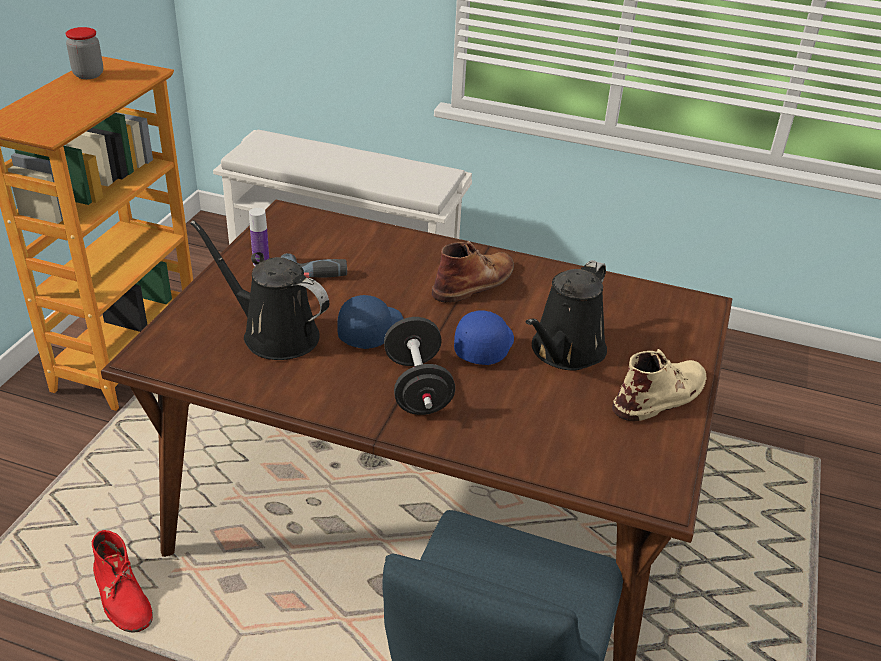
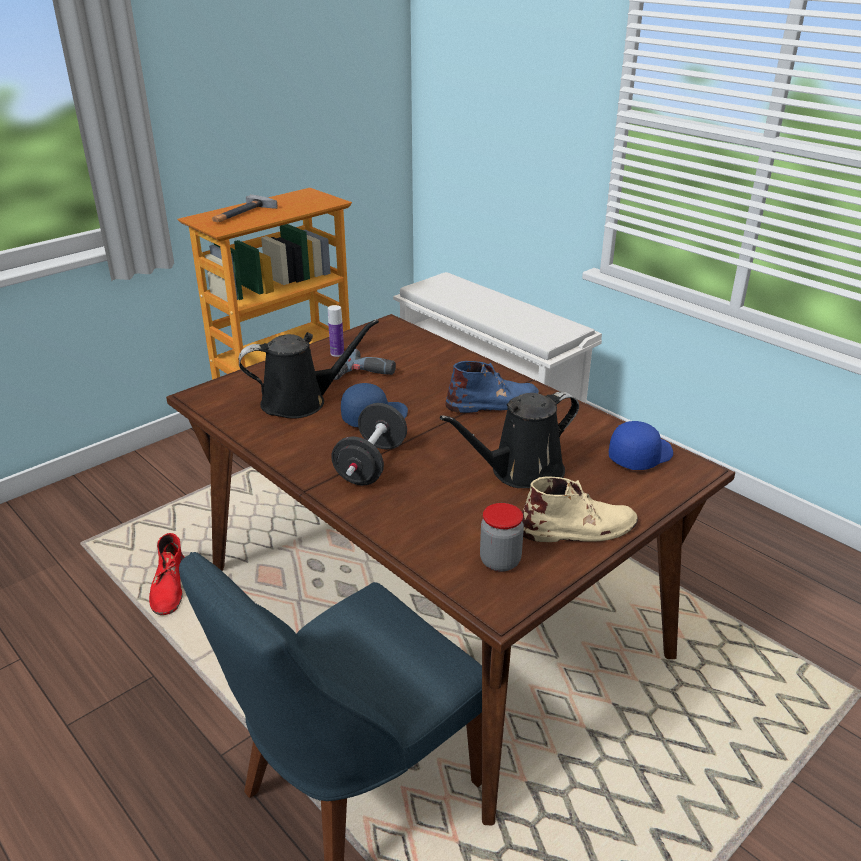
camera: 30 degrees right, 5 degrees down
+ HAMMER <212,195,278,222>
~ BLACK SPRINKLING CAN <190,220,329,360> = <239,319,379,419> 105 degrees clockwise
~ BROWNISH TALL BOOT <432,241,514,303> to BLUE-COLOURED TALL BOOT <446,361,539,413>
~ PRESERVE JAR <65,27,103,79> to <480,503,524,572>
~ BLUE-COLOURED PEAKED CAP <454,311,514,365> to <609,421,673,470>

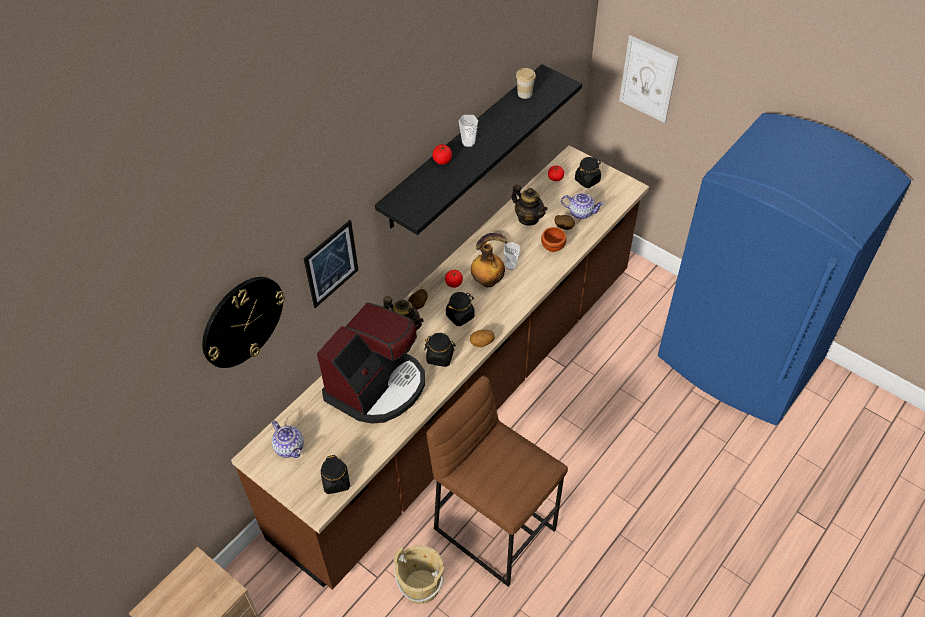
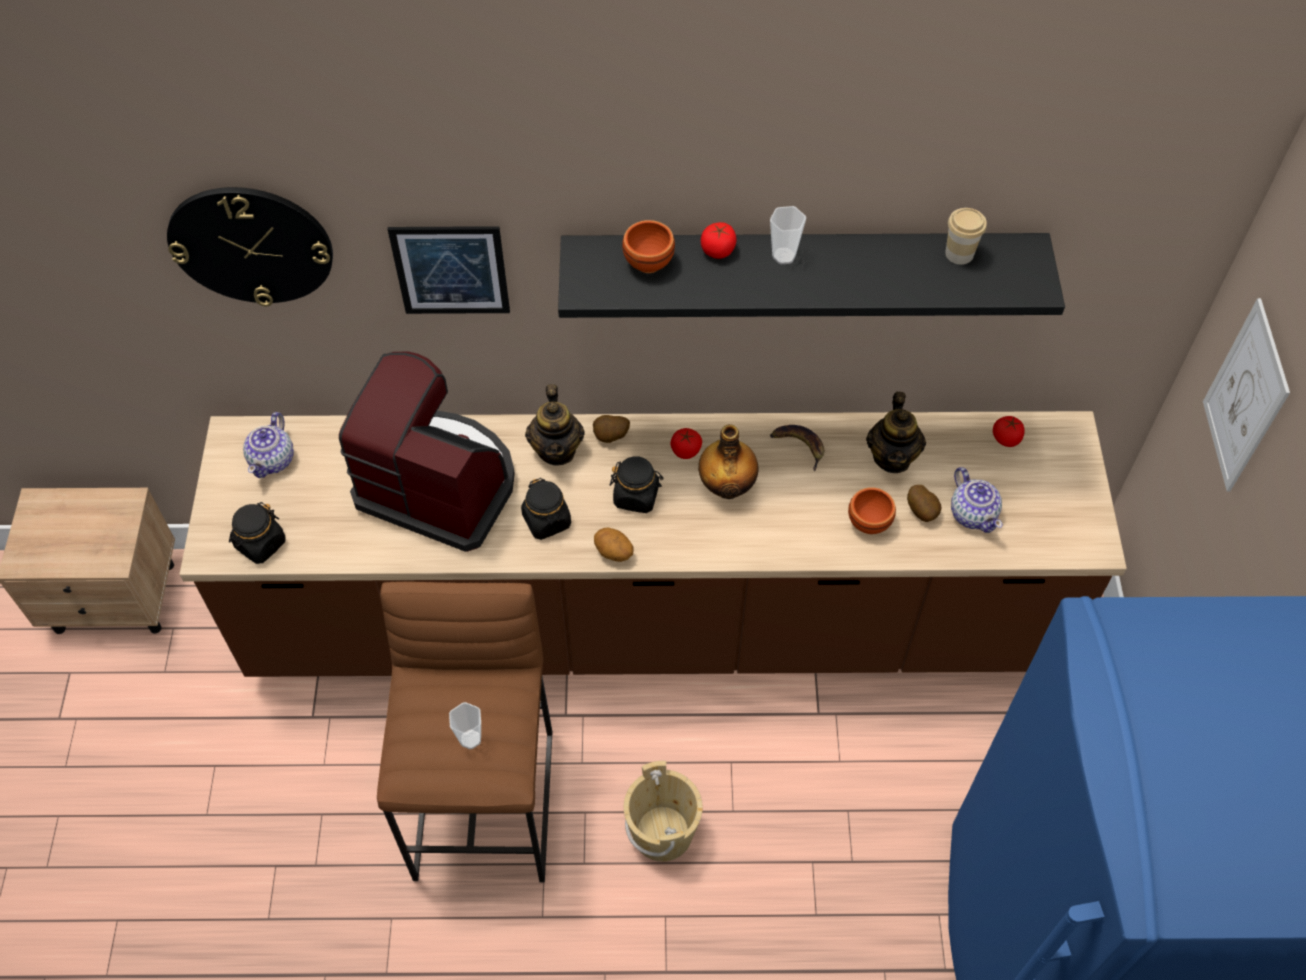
camera: 50 degrees right, 5 degrees up
~ COFFEE BREWER <317,303,425,424> = <339,352,515,552> 150 degrees counterclockwise
~ DRINKING CUP <504,242,520,270> to <449,702,481,749>
+ BROWNISH DEEP DISH <622,220,675,273>
~ BEIGE-COLOURED BUCKET <394,545,444,604> to <624,761,703,862>
- BLACK PRESERVE JAR <575,157,601,188>

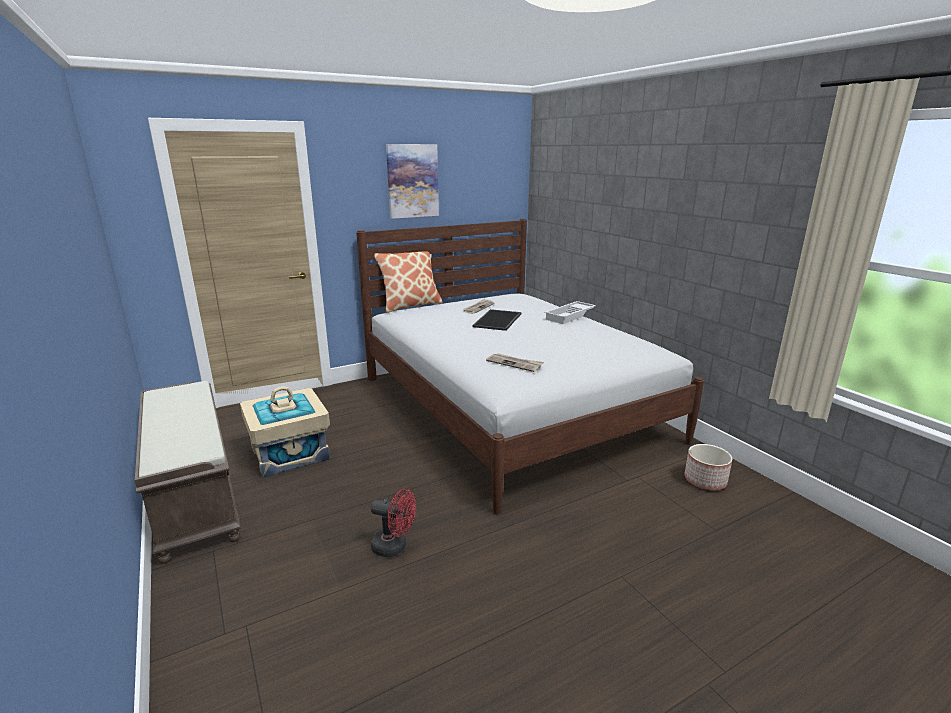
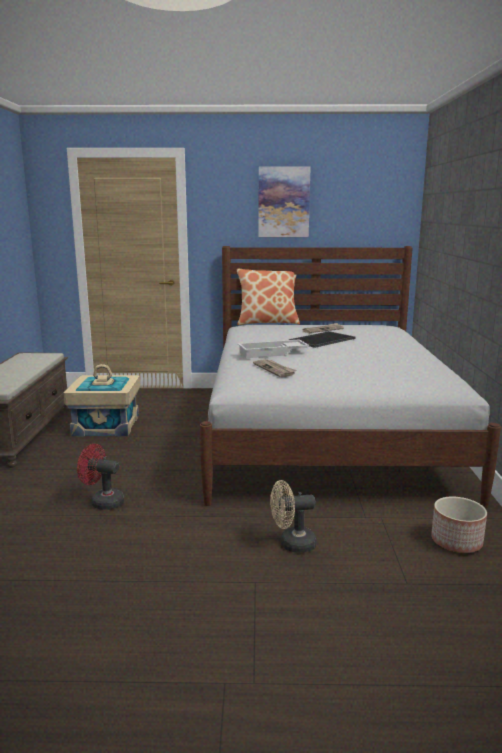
camera: 30 degrees right, 5 degrees down
~ REDDISH ELECTRIC FAN <371,489,416,557> = <77,444,124,510> 150 degrees clockwise
~ WHITISH SERVING TRAY <544,301,596,324> to <238,339,309,358>
+ BEIGE-COLOURED ELECTRIC FAN <270,480,317,553>

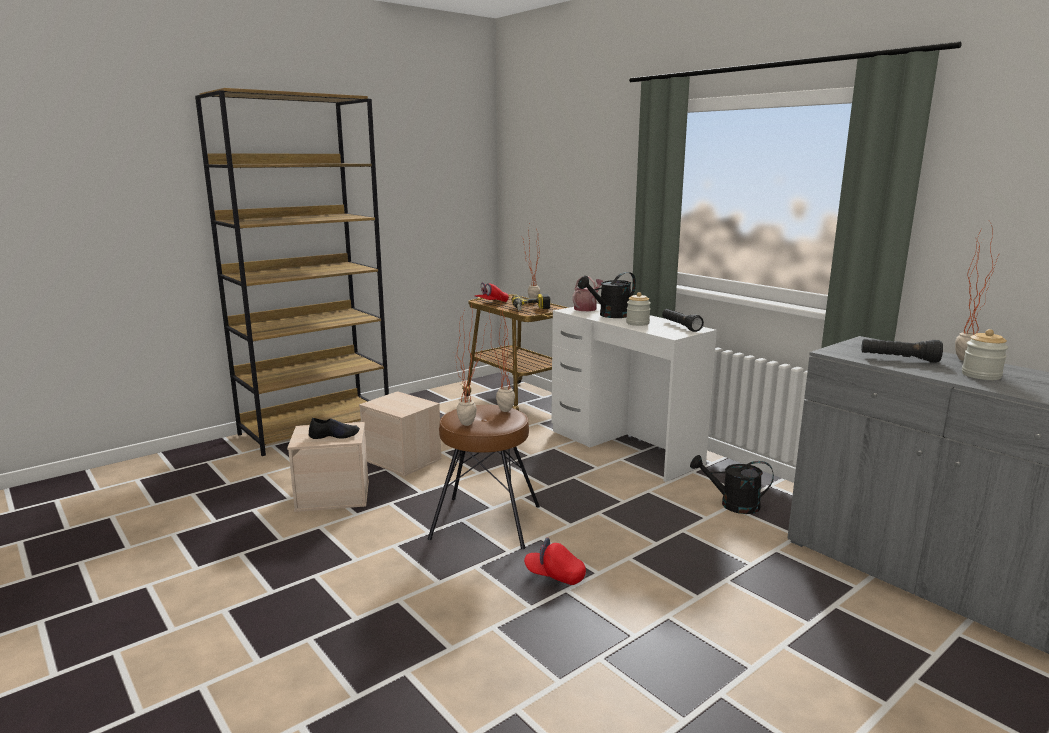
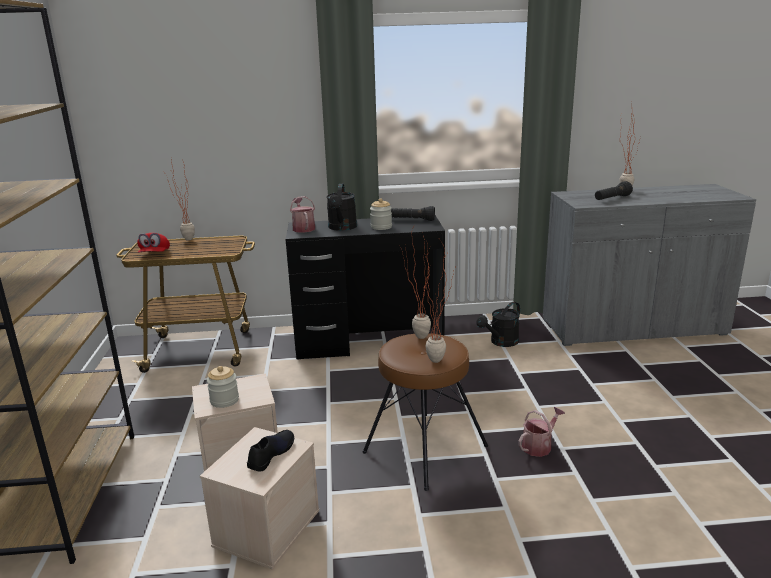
camera: 55 degrees left, 5 degrees up
~ PRESERVE JAR <962,329,1008,380> to <207,366,239,408>
~ WHITISH DESK TABLE <551,304,717,482> to BLACK DESK TABLE <285,215,445,360>
~ REDDISH PEAKED CAP <524,537,586,585> to SPRINKLING CAN <518,407,565,457>
- POWER DRILL <511,294,550,311>

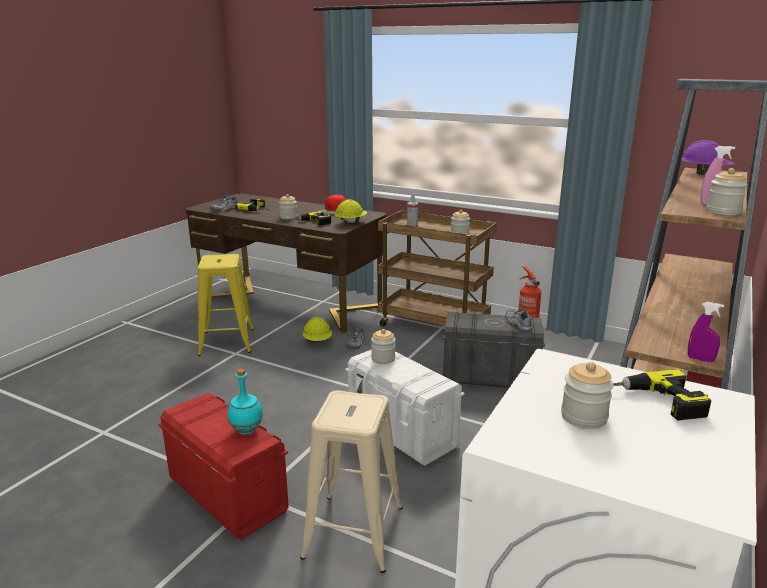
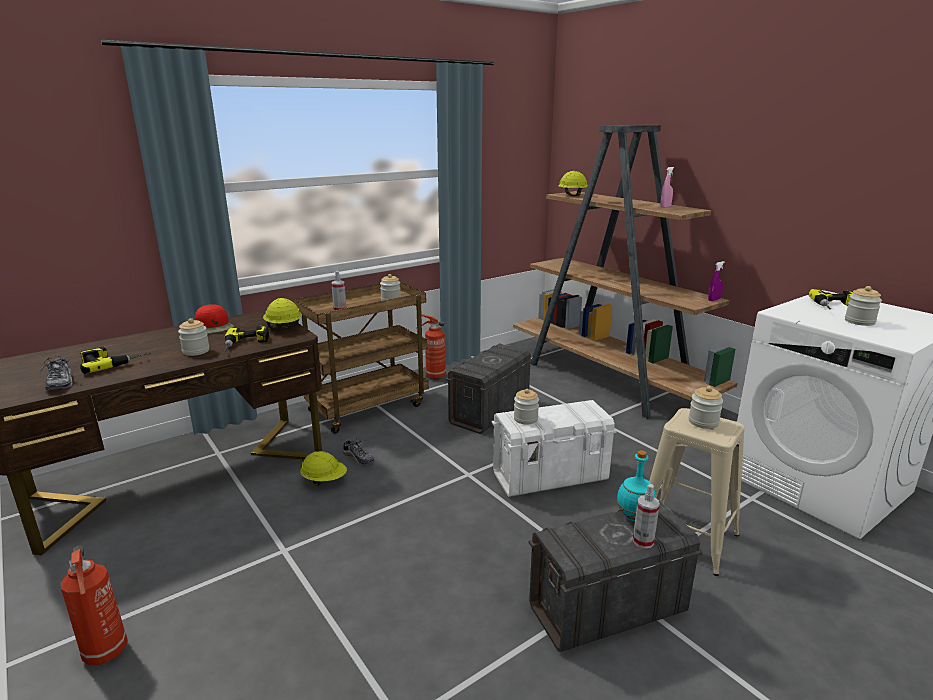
camera: 65 degrees left, 0 degrees up
+ FIRE EXTINGUISHER <61,546,128,665>
~ REDDISH STORAGE CONTAINER <158,393,288,540> to GRAY STORAGE CONTAINER <528,501,703,652>
~ PURPLE-COLOURED SAFETY HELMET <681,140,735,175> to YELLOWISH SAFETY HELMET <558,171,588,196>
+ SPRAY BOTTLE <633,484,660,549>
~ PRESERVE JAR <706,168,748,215> to <689,386,723,429>
- YELLOWISH STOOL SEAT <197,254,254,356>
- LOW SHOE <505,305,532,331>

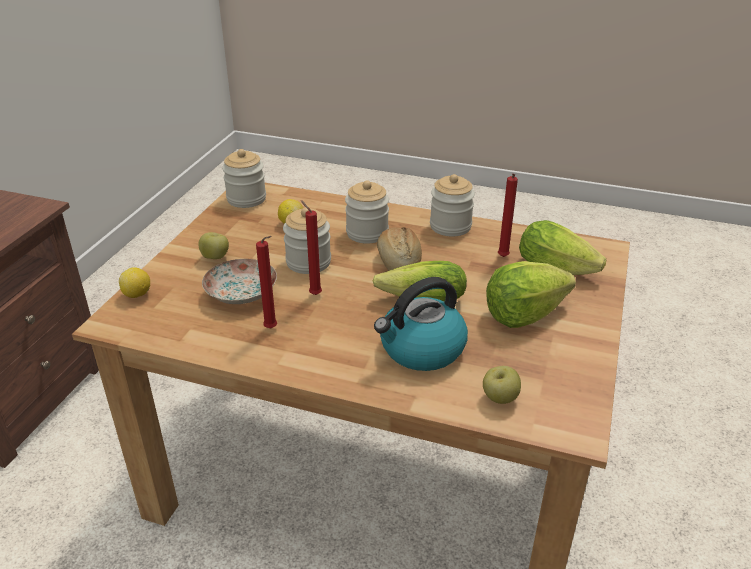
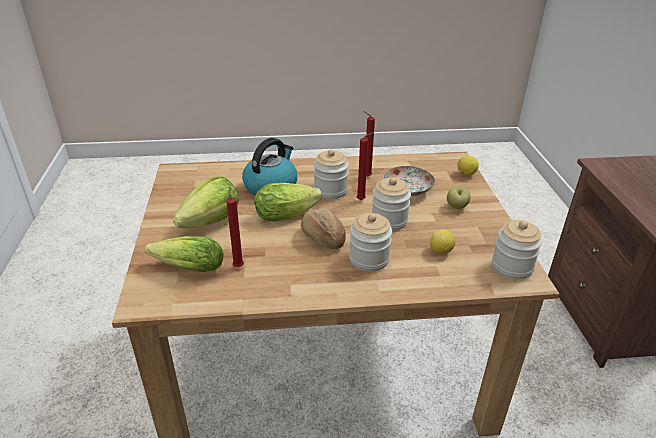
camera: 155 degrees right, 0 degrees up
~ PRESERVE JAR <430,174,475,236> to <314,149,349,199>
- APPLE <483,366,521,404>

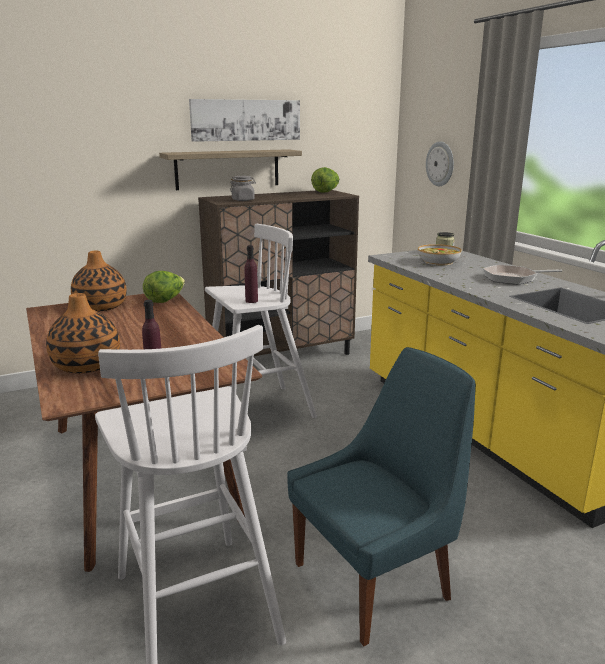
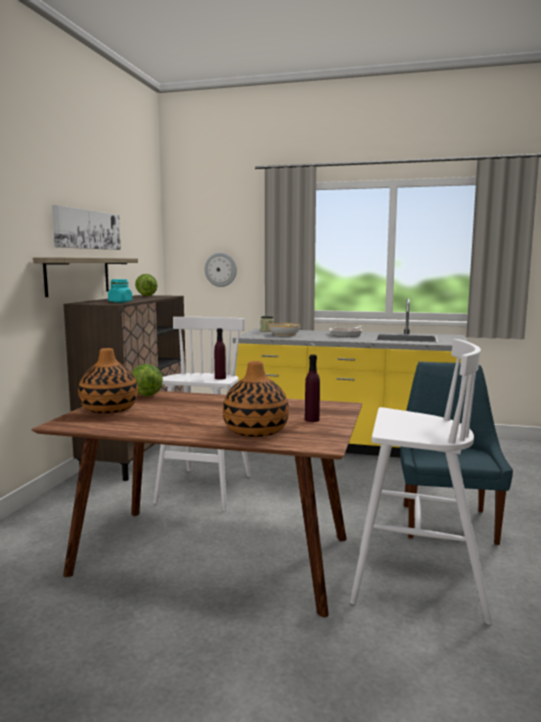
camera: 50 degrees left, 10 degrees down
~ GRAY PRESERVE JAR <230,176,256,201> to BLUE-GREEN PRESERVE JAR <108,279,132,303>

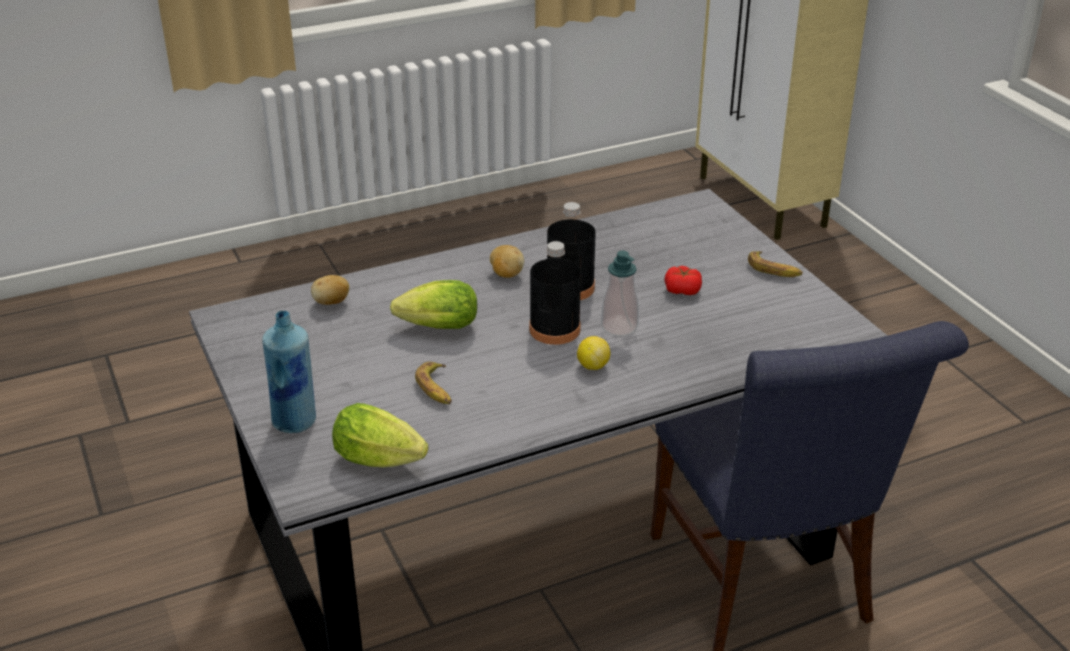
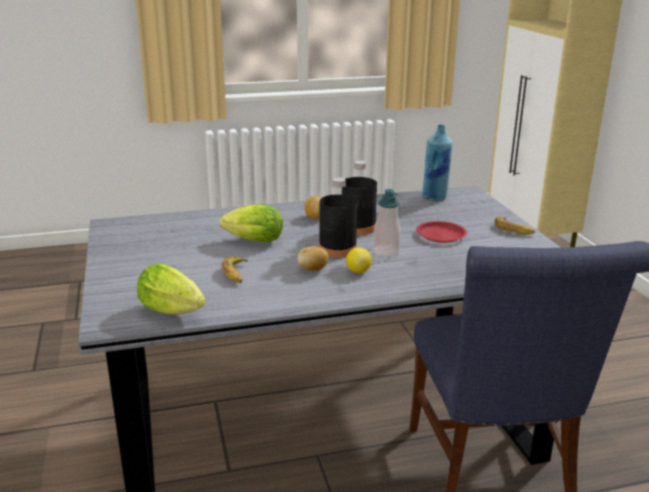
camera: 10 degrees right, 10 degrees down
~ SPUD <311,275,349,305> to <297,246,329,271>
~ TOMATO <664,266,702,295> to REDDISH PLATE <416,221,467,243>
~ BLUE-COLOURED DRINK BOTTLE <262,311,316,433> to <422,125,453,201>

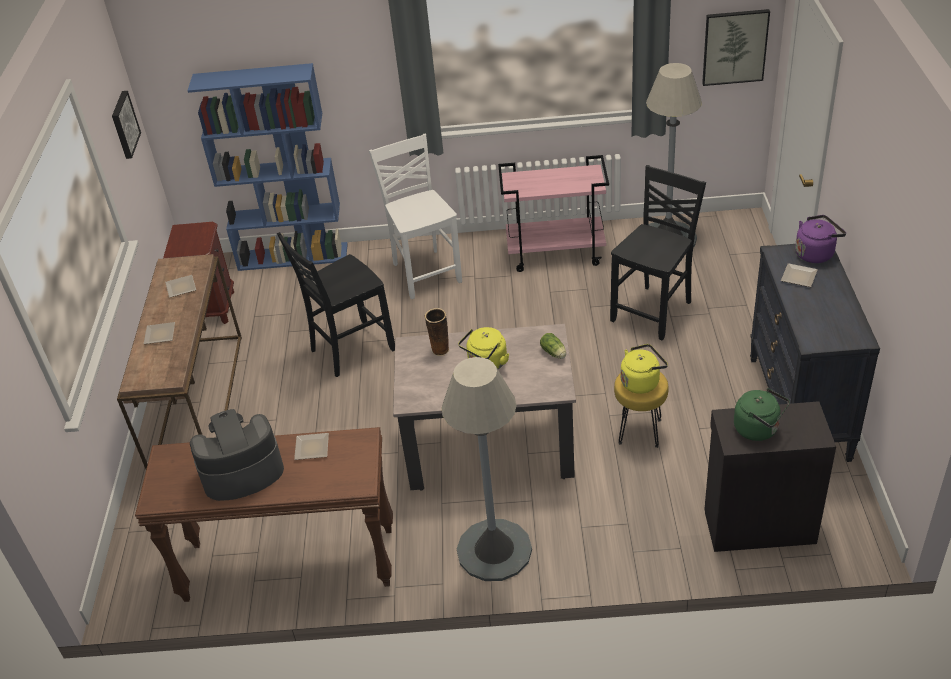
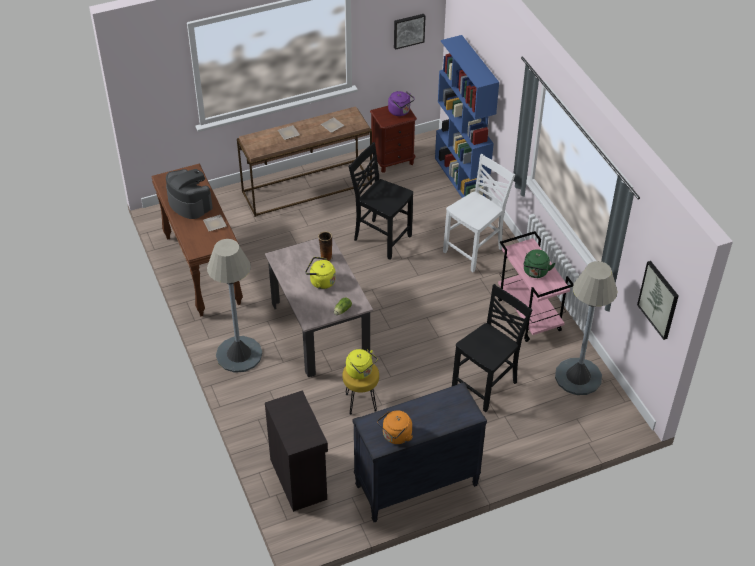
camera: 65 degrees right, 5 degrees up
+ ORANGEY WATER KETTLE <377,411,413,444>
~ PURPLE-COLOURED WATER KETTLE <795,215,846,263> to <388,91,415,116>
~ BLACK UPRIGHT CHAIR <610,165,706,341> = <452,284,533,412> 60 degrees counterclockwise
~ GREENISH WATER KETTLE <734,388,790,441> to <523,249,555,278>
- PLATE <781,263,818,287>

